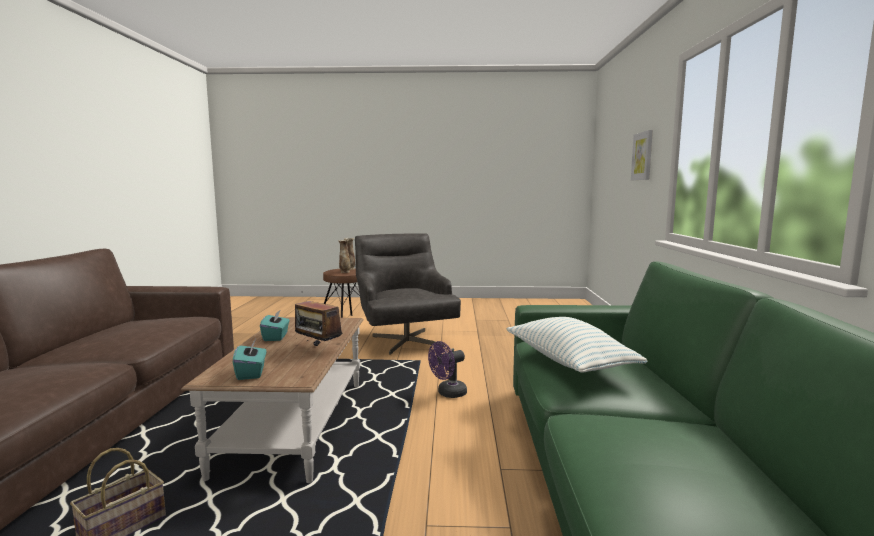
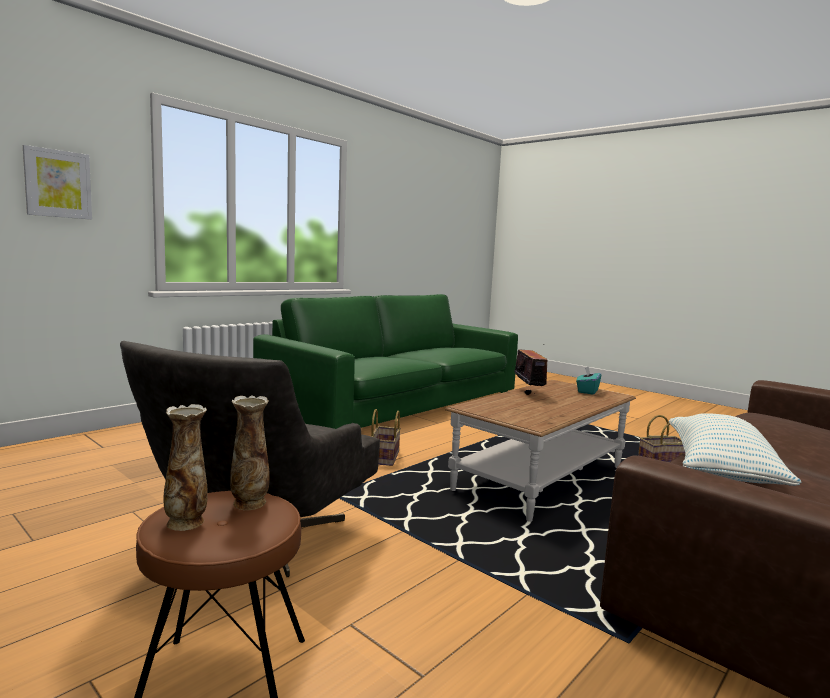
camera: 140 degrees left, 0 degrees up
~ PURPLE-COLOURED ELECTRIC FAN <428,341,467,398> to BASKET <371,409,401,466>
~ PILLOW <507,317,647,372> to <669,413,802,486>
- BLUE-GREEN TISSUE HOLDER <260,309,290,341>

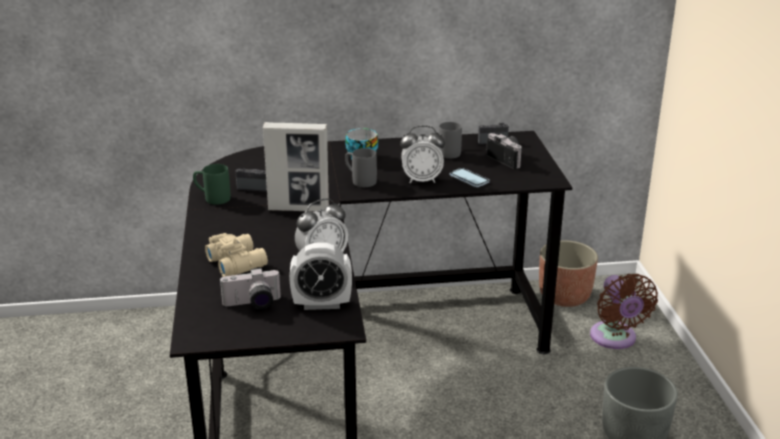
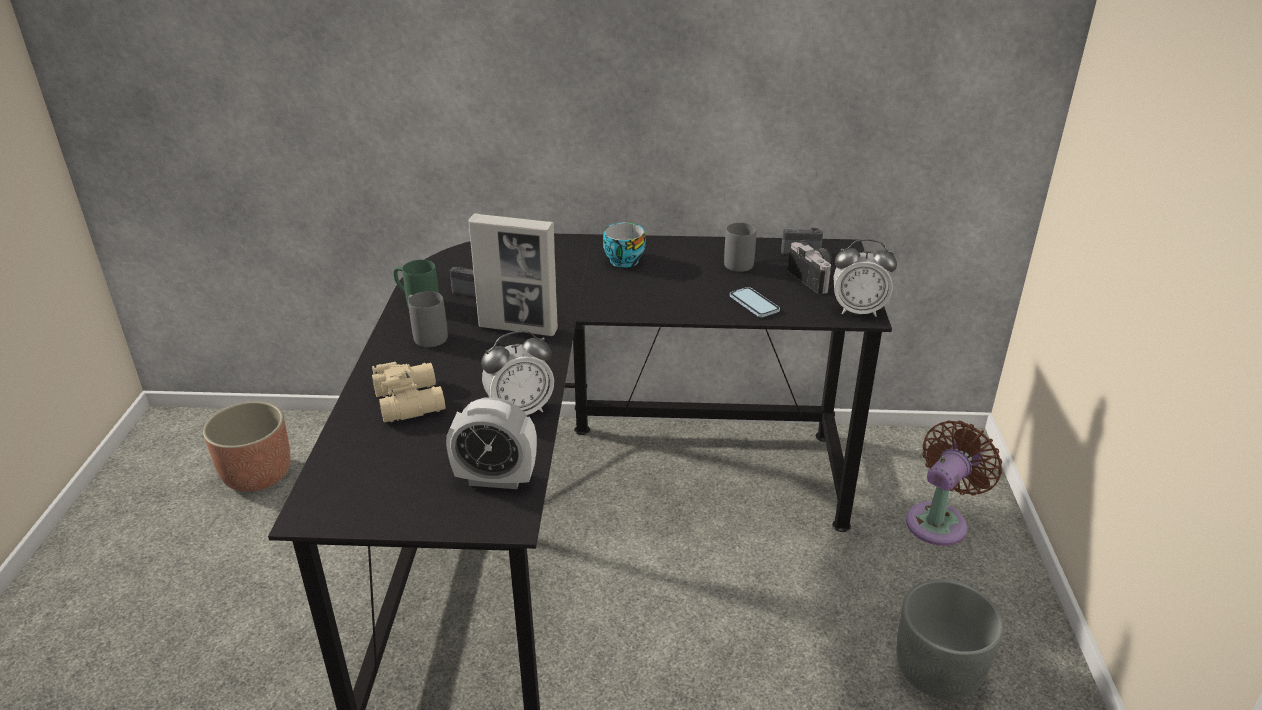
camera: 10 degrees right, 5 degrees up
~ FLOWER POT <539,241,598,307> to <203,401,291,492>
~ GRAY TEA MUG <345,148,377,187> to <408,291,448,347>
~ ALARM CLOCK <400,125,445,183> to <834,239,897,317>
~ BROWNISH ELECTRIC FAN <590,274,658,349> = <906,421,1002,546> 135 degrees counterclockwise
- STILL CAMERA <220,268,281,310>

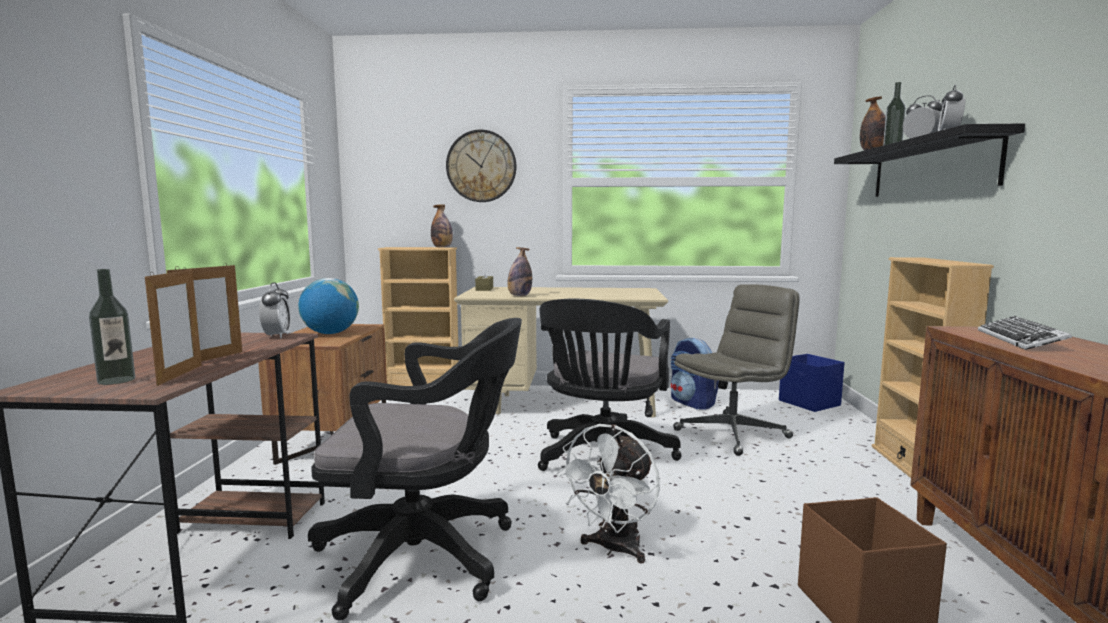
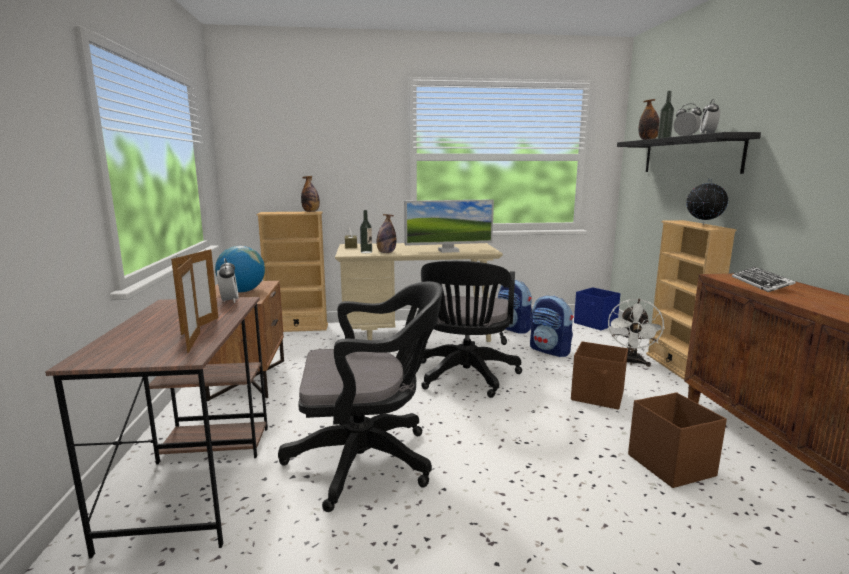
camera: 10 degrees left, 5 degrees up
~ DRINK BOTTLE <89,269,135,385> to <360,210,372,253>
+ COMPUTER DISPLAY <404,200,494,253>
~ GRAY OFFICE CHAIR <673,284,800,456> to BACKPACK <530,295,574,357>
+ BROWNISH STORAGE CONTAINER <571,341,628,410>
~ WHITISH ELECTRIC FAN <556,424,660,564> to <608,299,665,367>
+ DESK GLOBE <686,179,728,224>
- WALL CLOCK <446,129,516,202>

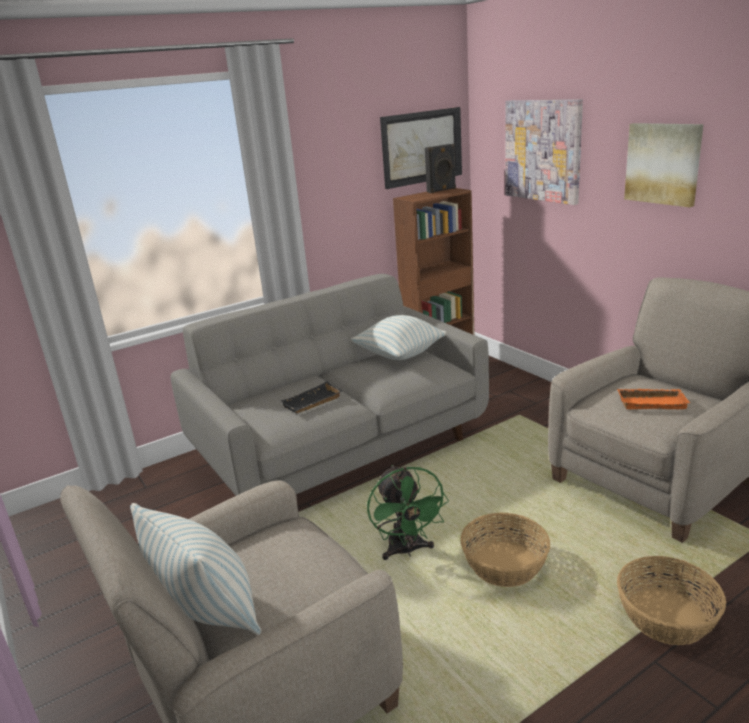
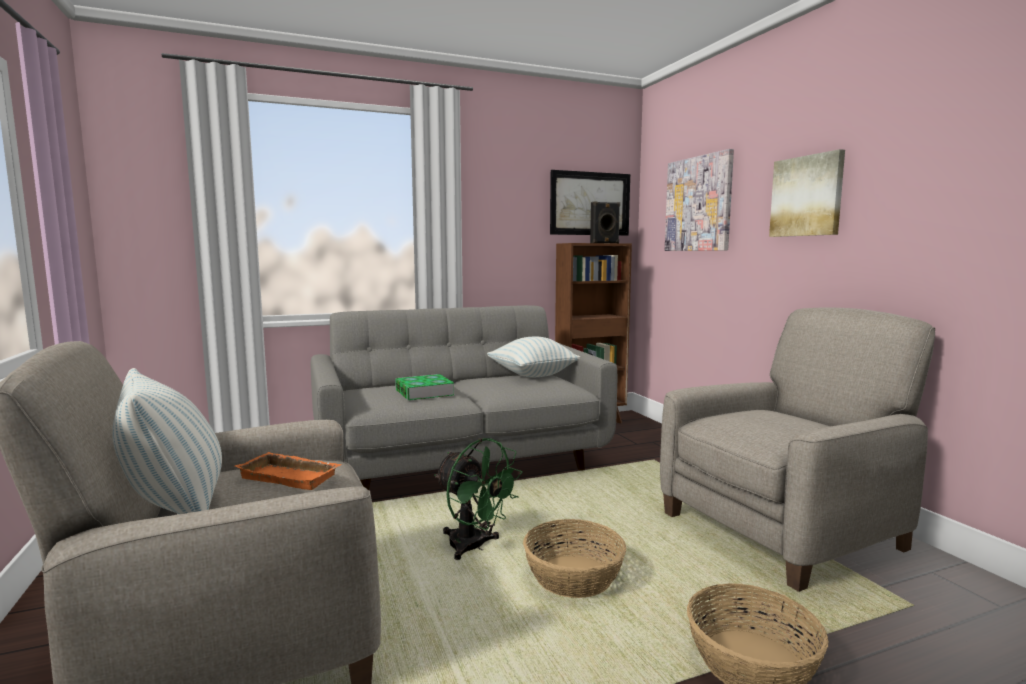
camera: 10 degrees right, 15 degrees down
~ ORANGEY SERVING TRAY <617,389,690,409> to <235,452,342,490>
~ BLACK SERVING TRAY <281,381,342,414> to BOUND BOOK <395,374,454,400>
~ GREENISH ELECTRIC FAN <367,465,449,560> = <434,438,523,560> 45 degrees counterclockwise

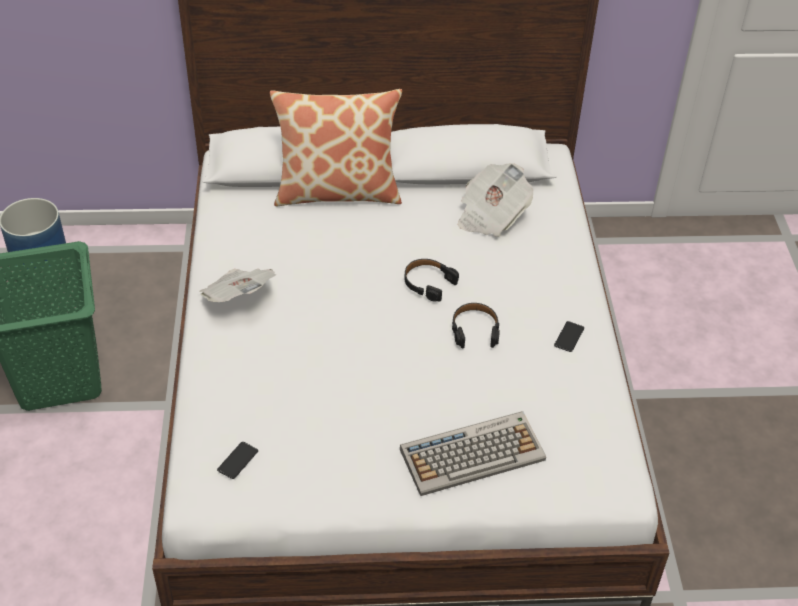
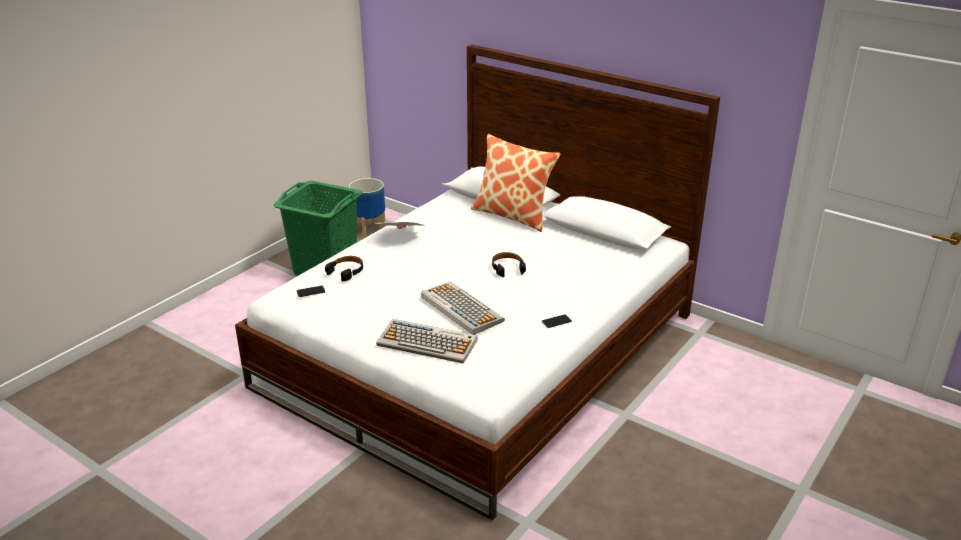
camera: 40 degrees right, 15 degrees down
~ BLACK HEADSET <452,303,500,348> to <325,256,363,281>
+ PC KEYBOARD <421,282,505,335>
- NEWSPAPER <457,163,533,237>

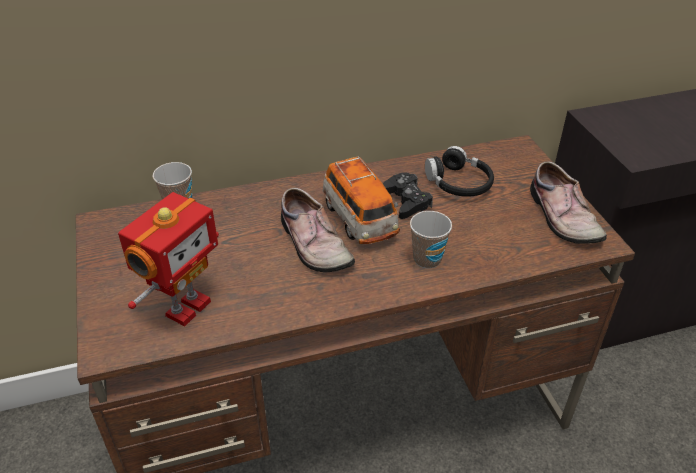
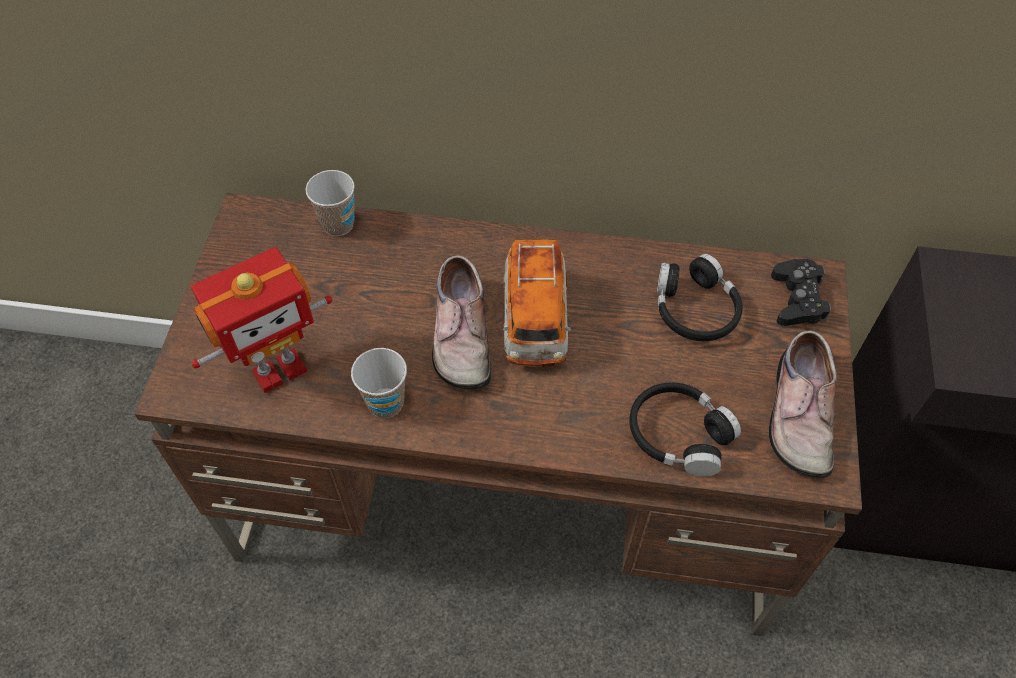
camera: 25 degrees right, 15 degrees up
~ DRINKING CUP <410,211,452,269> to <351,348,407,418>
+ BLACK HEADSET <629,382,741,476>
~ BLACK GAMEPAD <383,172,433,219> to <771,259,831,326>

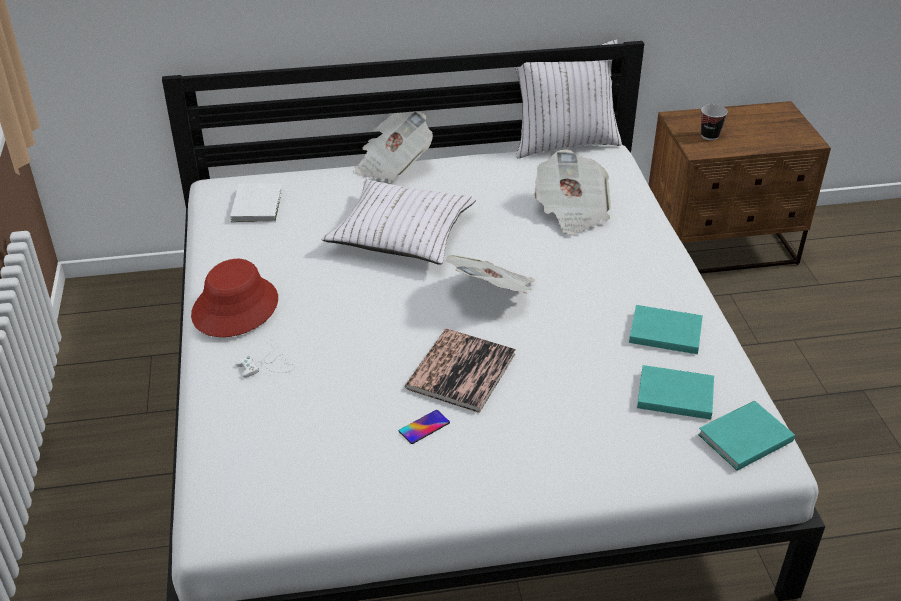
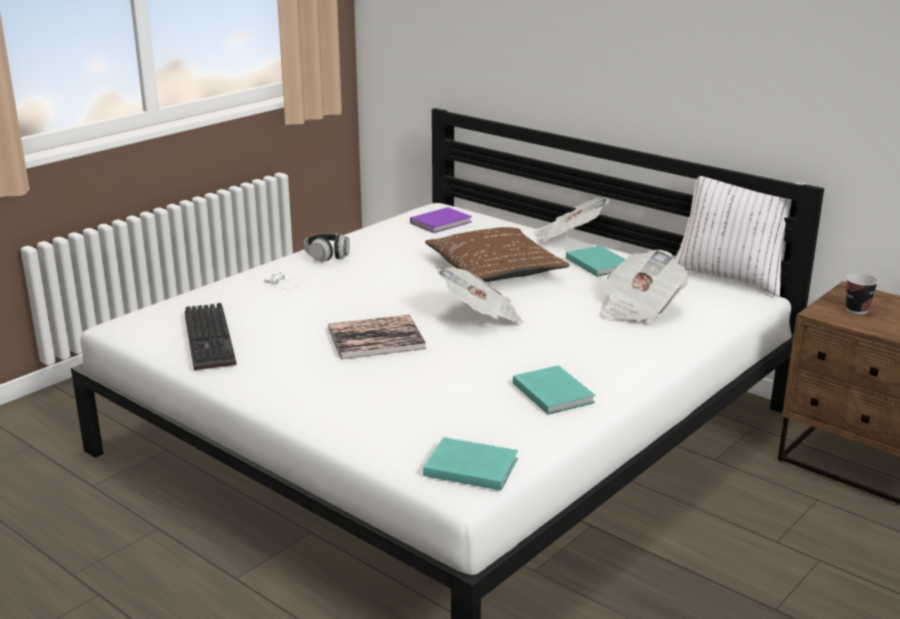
camera: 50 degrees right, 15 degrees down
+ PC KEYBOARD <184,303,237,370>
~ REDDISH WEARABLE HAT <191,259,278,337> to HEADSET <304,233,350,262>
~ WHITISH BOUND BOOK <230,184,282,222> to PURPLE-COLOURED BOUND BOOK <410,207,472,233>
~ WHITISH PILLOW <321,179,477,264> to BROWNISH PILLOW <425,227,570,282>
~ BLUE-GREEN BOUND BOOK <637,365,714,420> to <566,246,626,277>
- HANDSET <399,410,450,444>

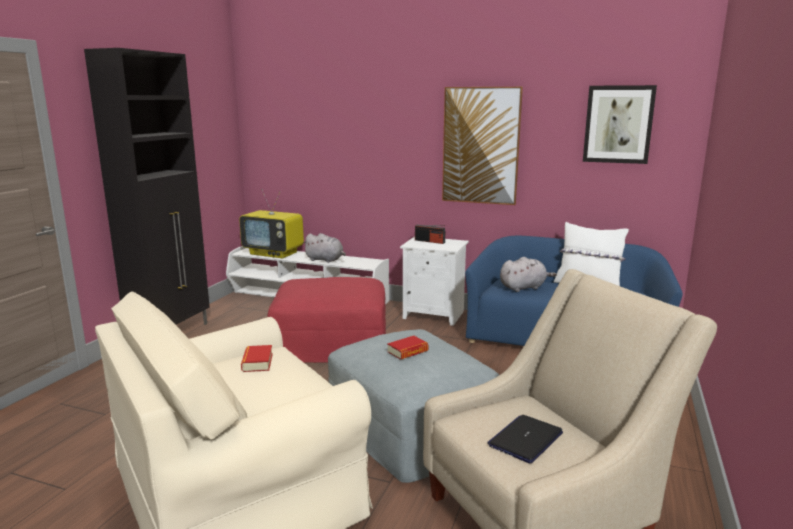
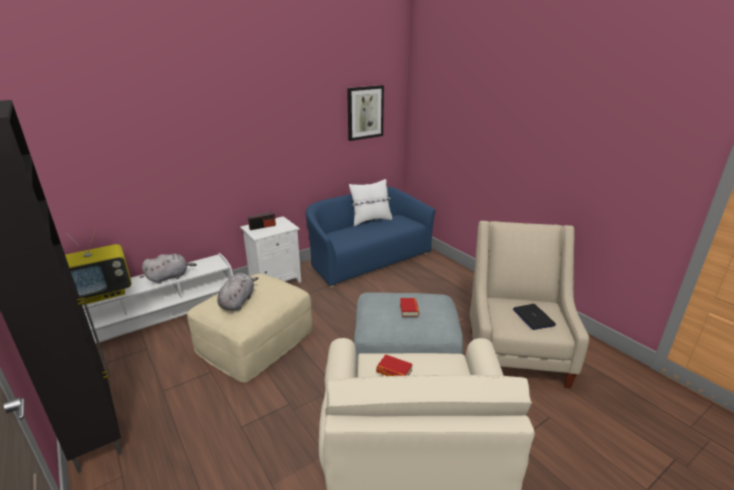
camera: 55 degrees left, 10 degrees up
~ REDDISH FOOTREST <267,277,386,363> to BEIGE-COLOURED FOOTREST <187,274,312,383>
~ GRAY PLUSH TOY <500,257,557,292> to <217,273,258,311>
- WALL PICTURE <442,87,523,205>

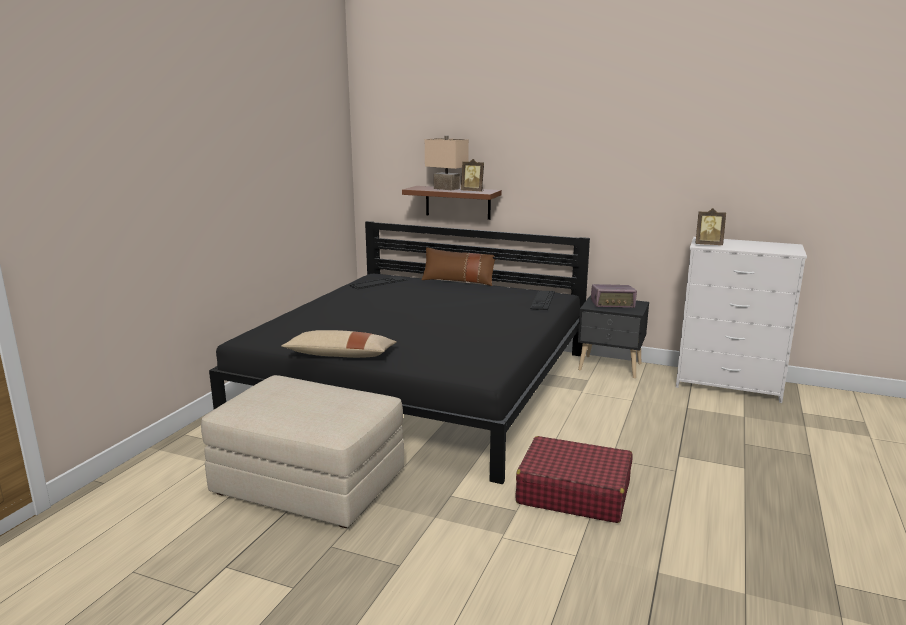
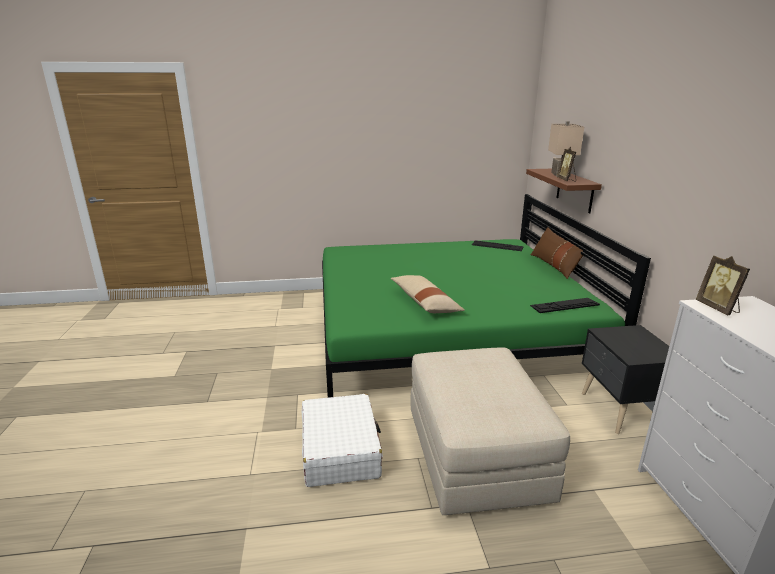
camera: 60 degrees right, 5 degrees up
~ REDDISH SUITCASE <516,436,632,523> to WHITISH SUITCASE <302,394,383,487>
~ BLACK BED <209,221,590,484> to GREENISH BED <322,194,651,398>
~ BEIGE-COLOURED PILLOW <281,330,397,358> to <391,275,465,313>
~ BEIGE-COLOURED FOOTREST <201,375,404,528> to <410,347,570,515>
- RADIO SET <591,284,637,308>

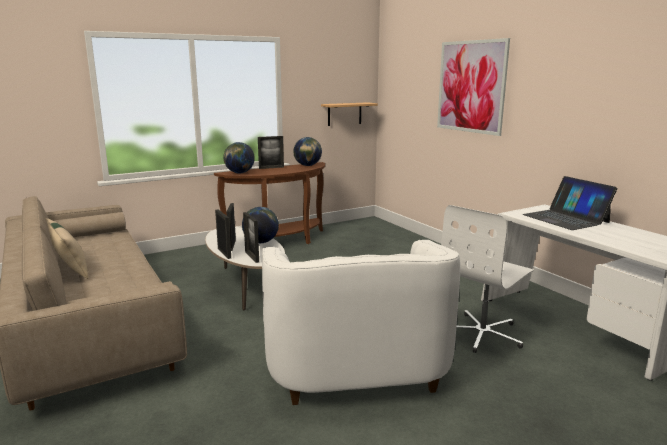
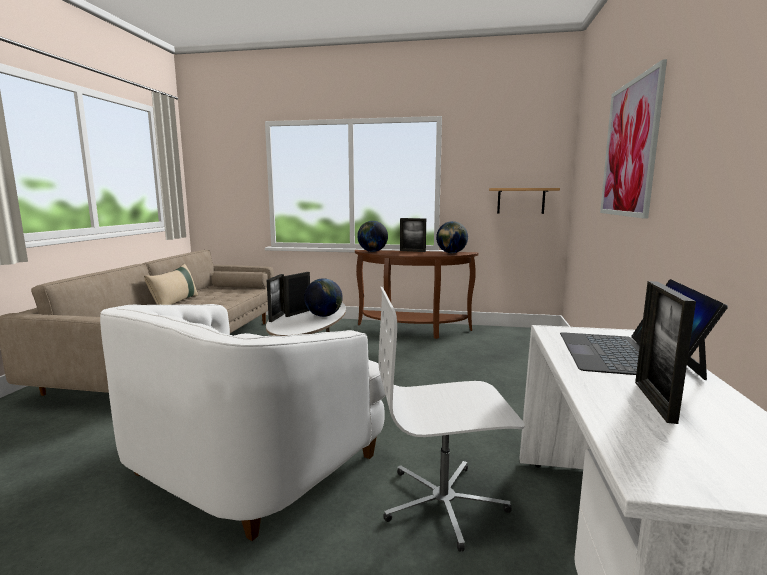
camera: 40 degrees right, 5 degrees down
~ PHOTO FRAME <243,212,259,263> to <635,281,696,424>

